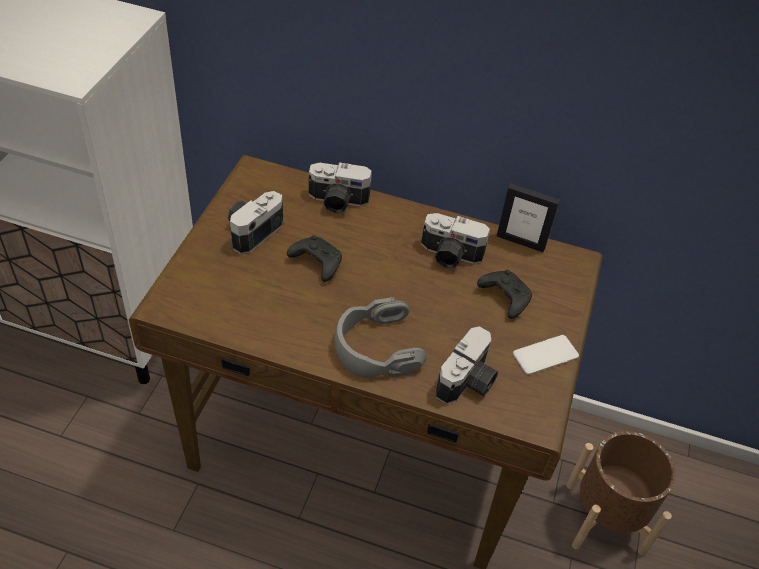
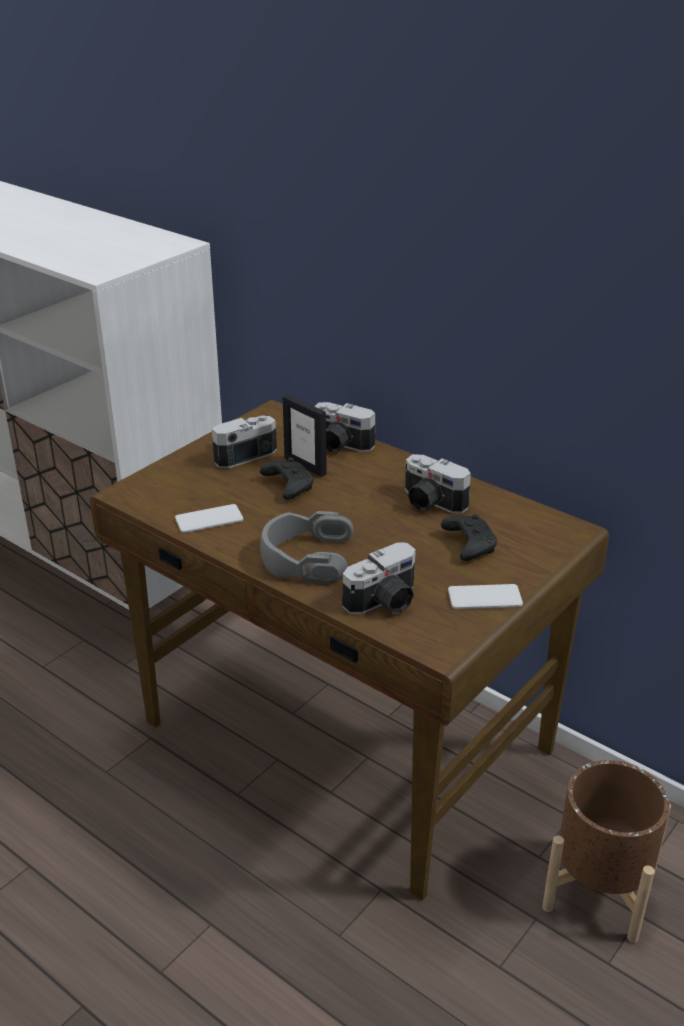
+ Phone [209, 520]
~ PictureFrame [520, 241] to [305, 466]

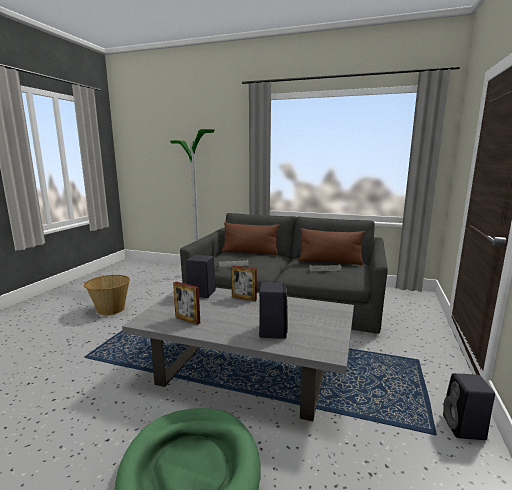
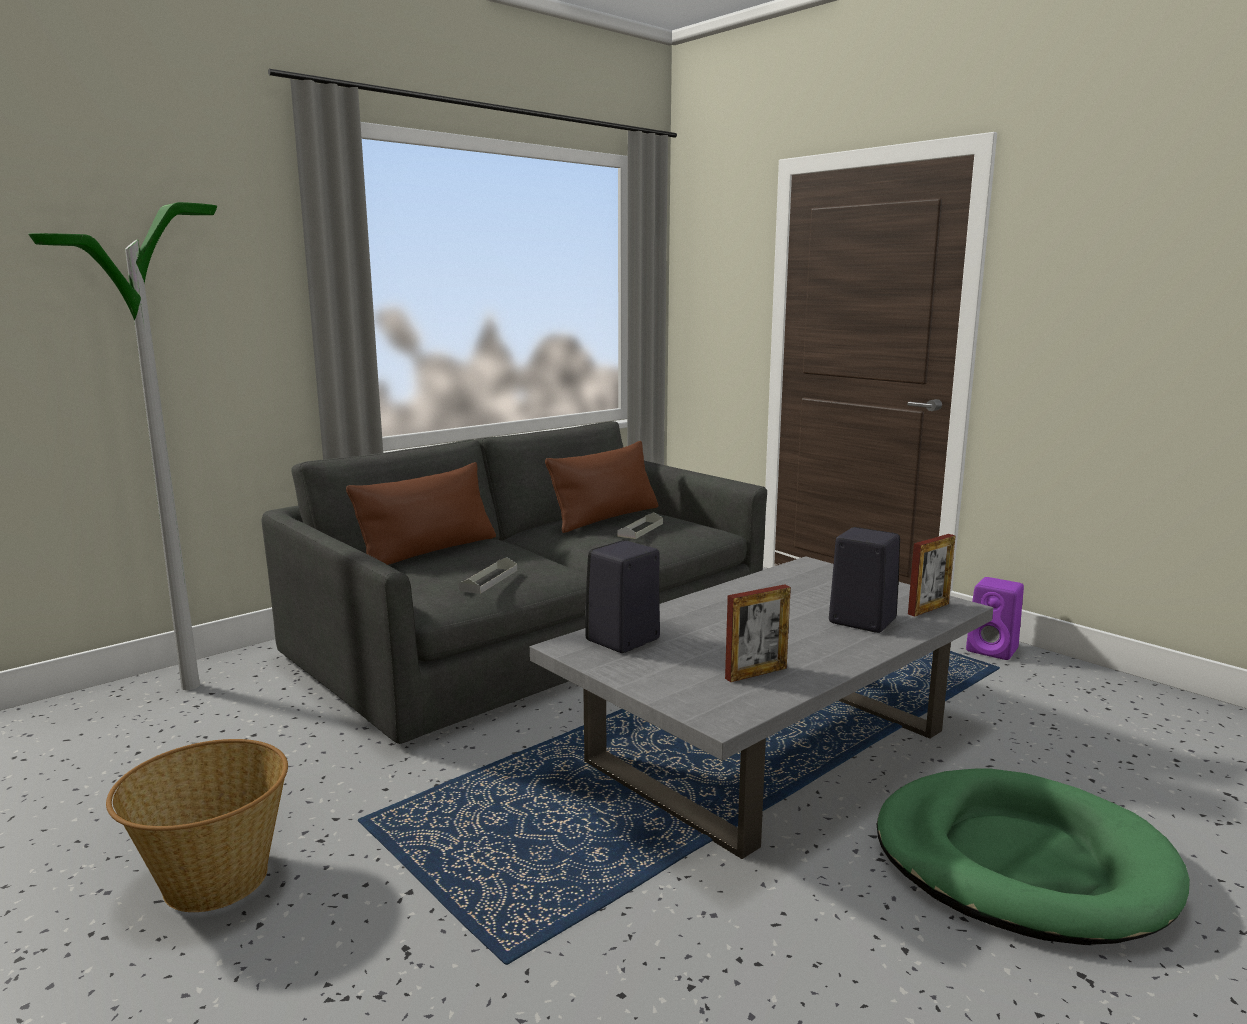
~ PictureFrame [244, 298] to [928, 609]
~ BlackSpeaker [464, 428] to PurpleSpeaker [993, 650]

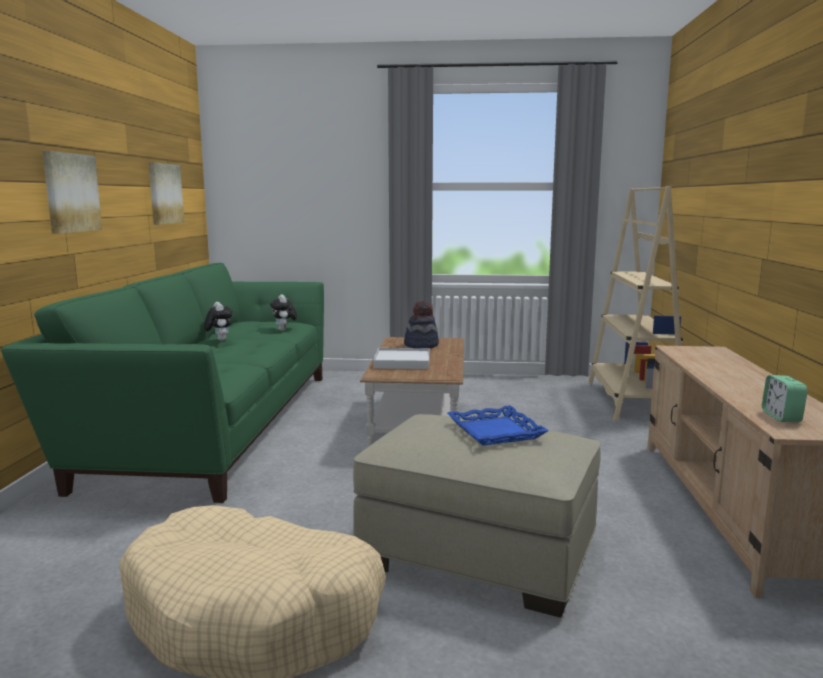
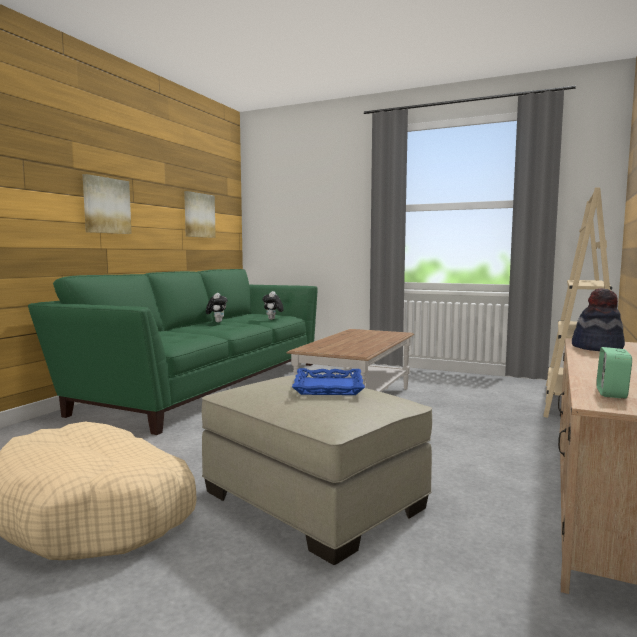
- WhiteTray [402, 362]
~ Hat [421, 345] to [597, 348]

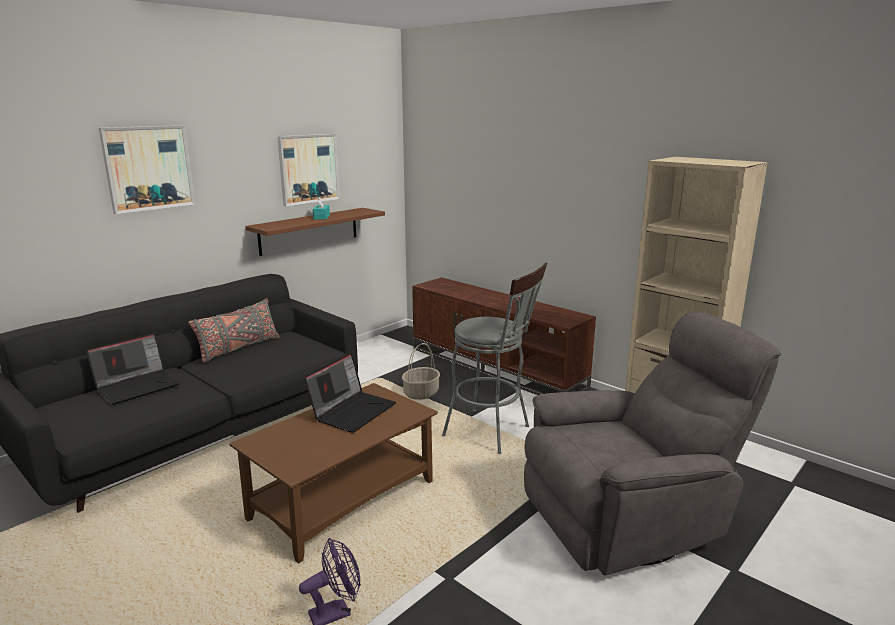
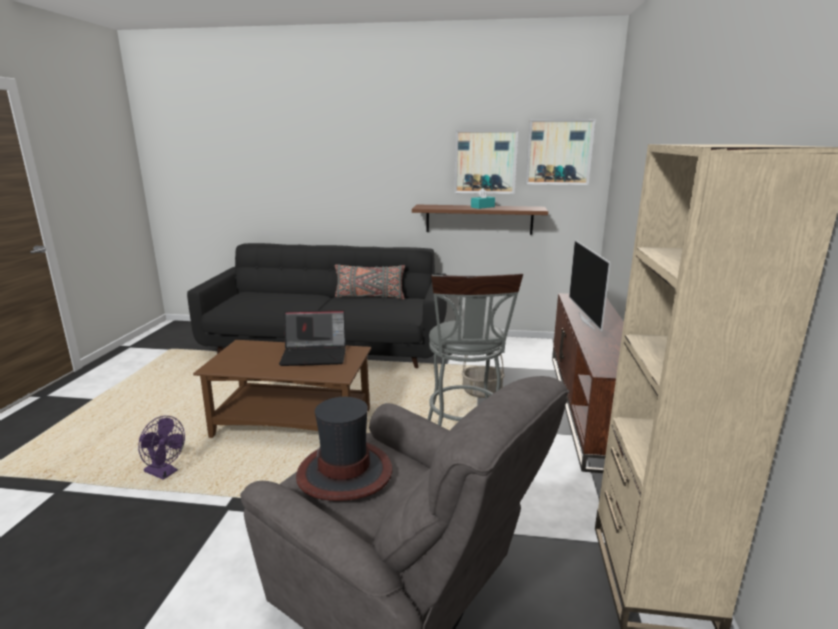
- Laptop [138, 386]
+ Hat [345, 472]
+ Television [587, 321]
~ Picture [148, 168] to [559, 152]

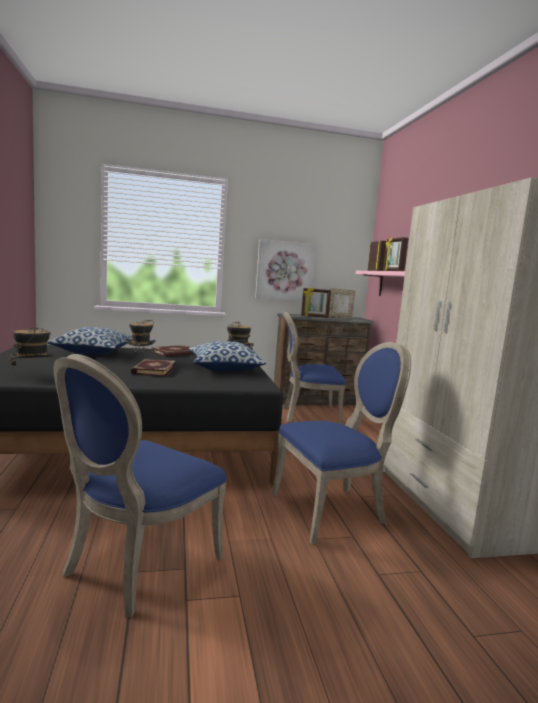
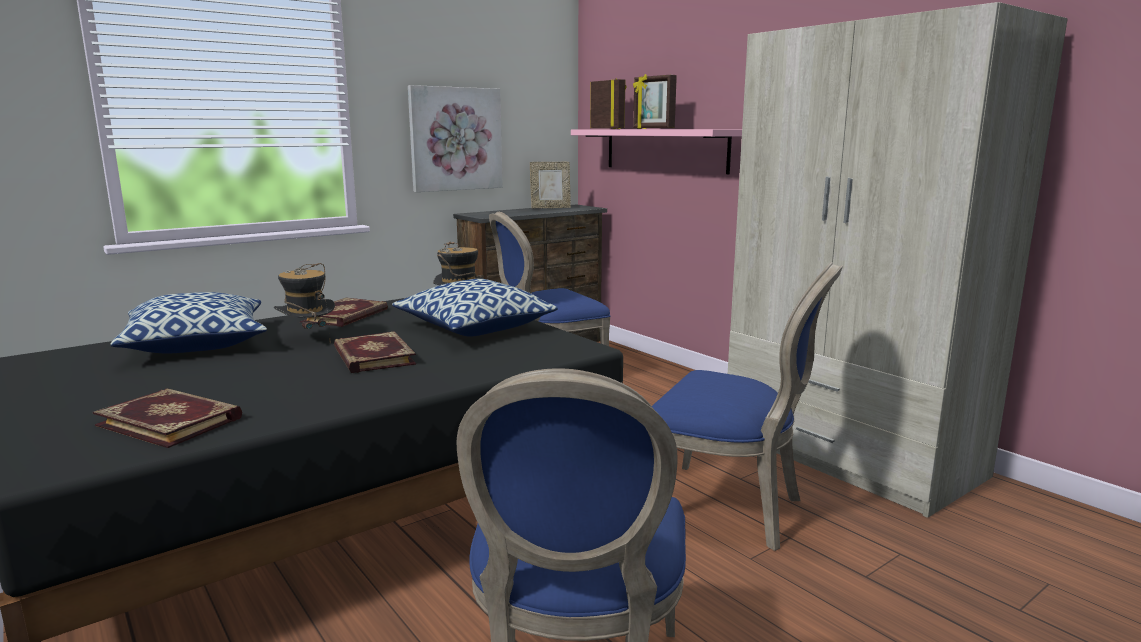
- PictureFrame [314, 316]
~ Hat [32, 375] to Book [171, 421]
~ BlueChair [333, 510] = [729, 509] 75 degrees clockwise

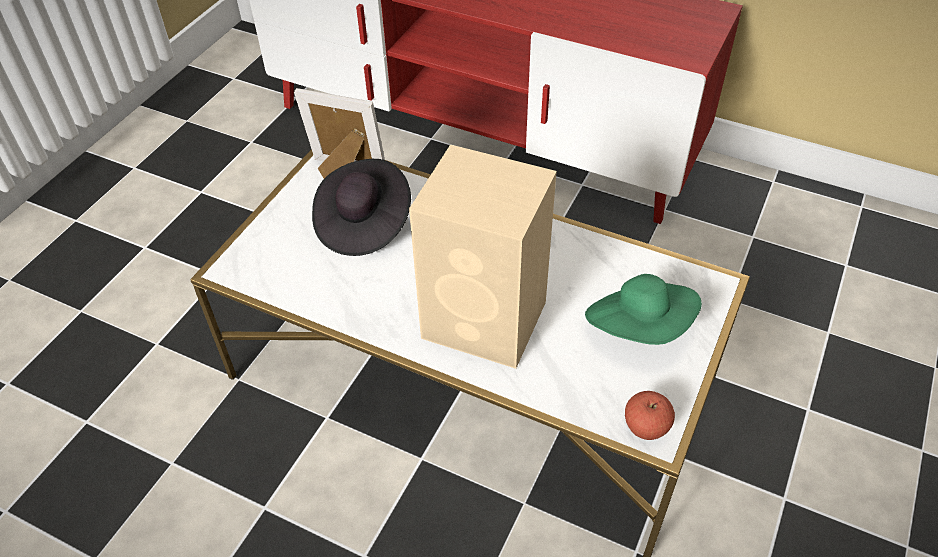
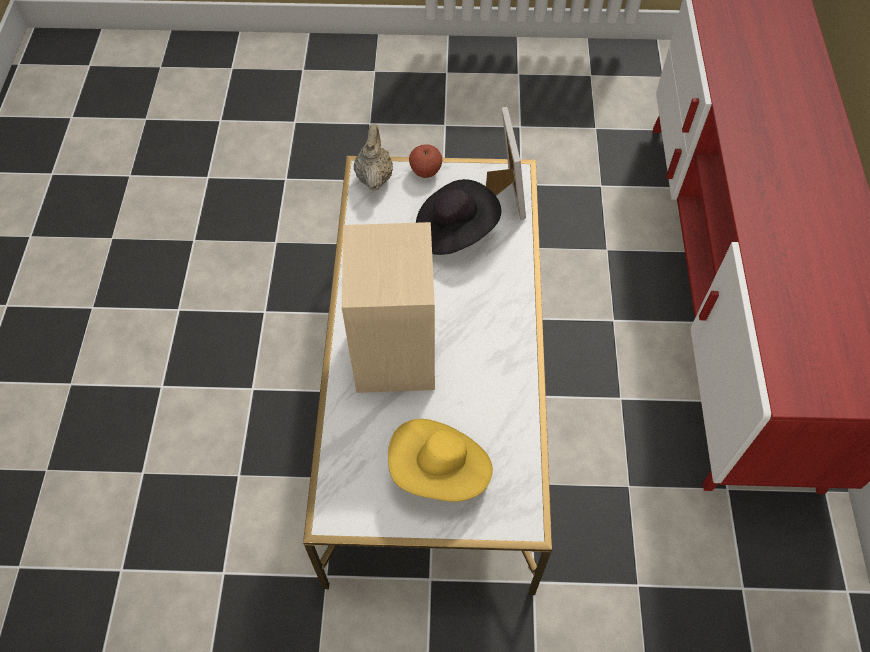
+ BeigeTeapot [374, 177]
~ Apple [645, 428] to [425, 171]
~ GreenHat [640, 328] to YellowHat [441, 471]

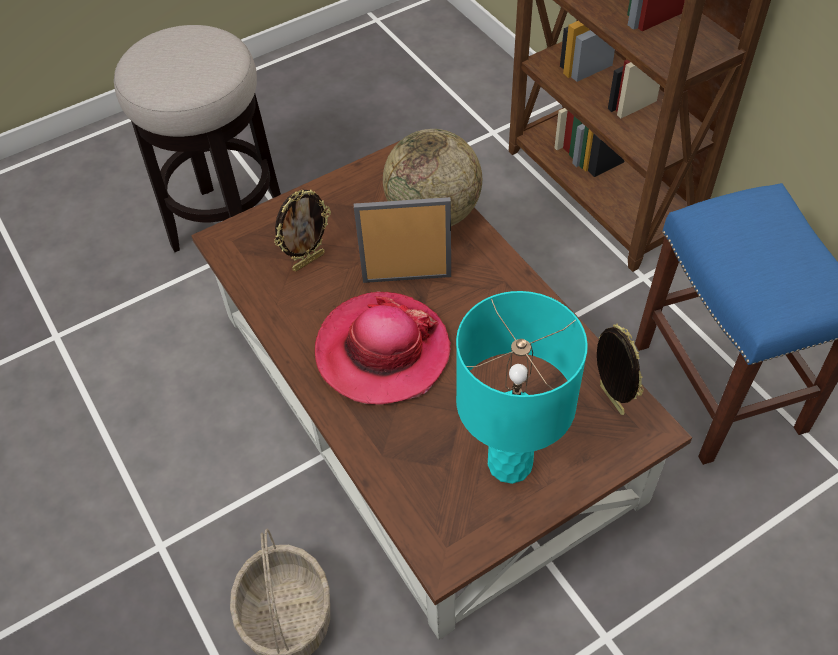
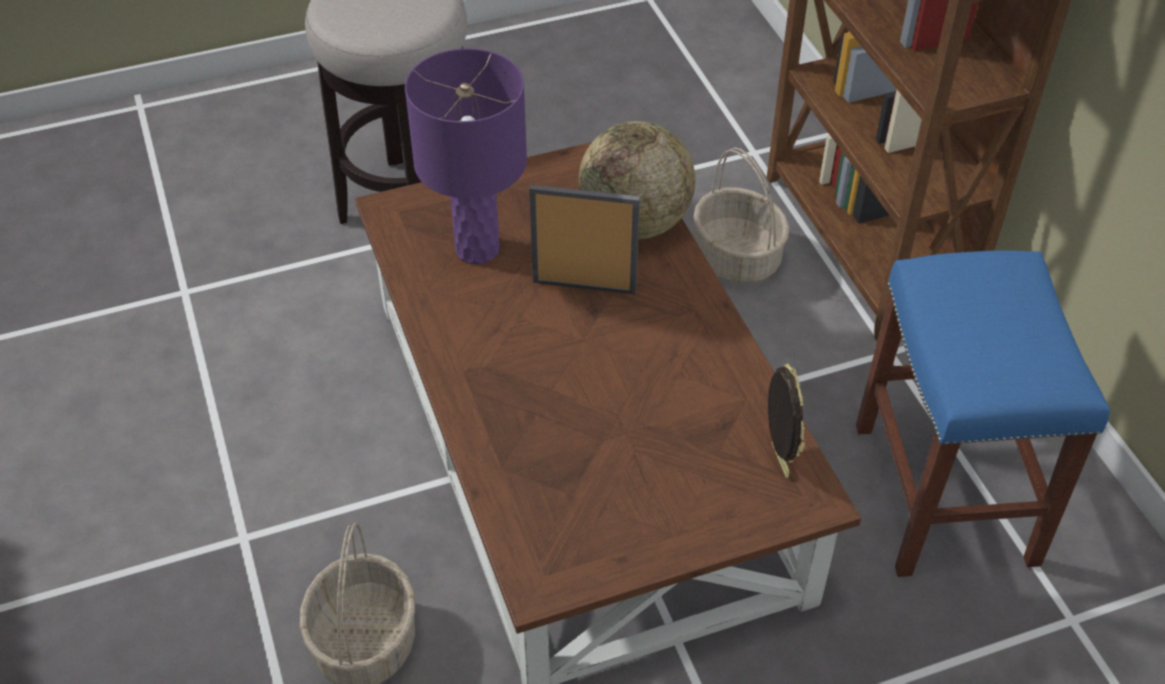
- Hat [382, 351]
- TurquoiseTableLamp [510, 464]
+ Basket [738, 258]
~ PictureFrame [308, 261] to PurpleTableLamp [477, 248]

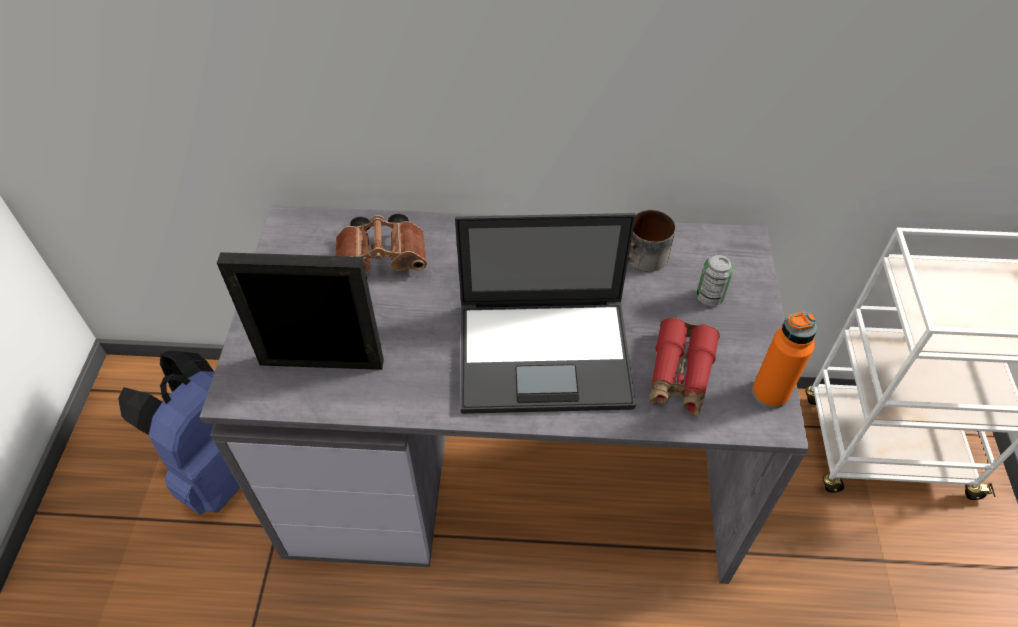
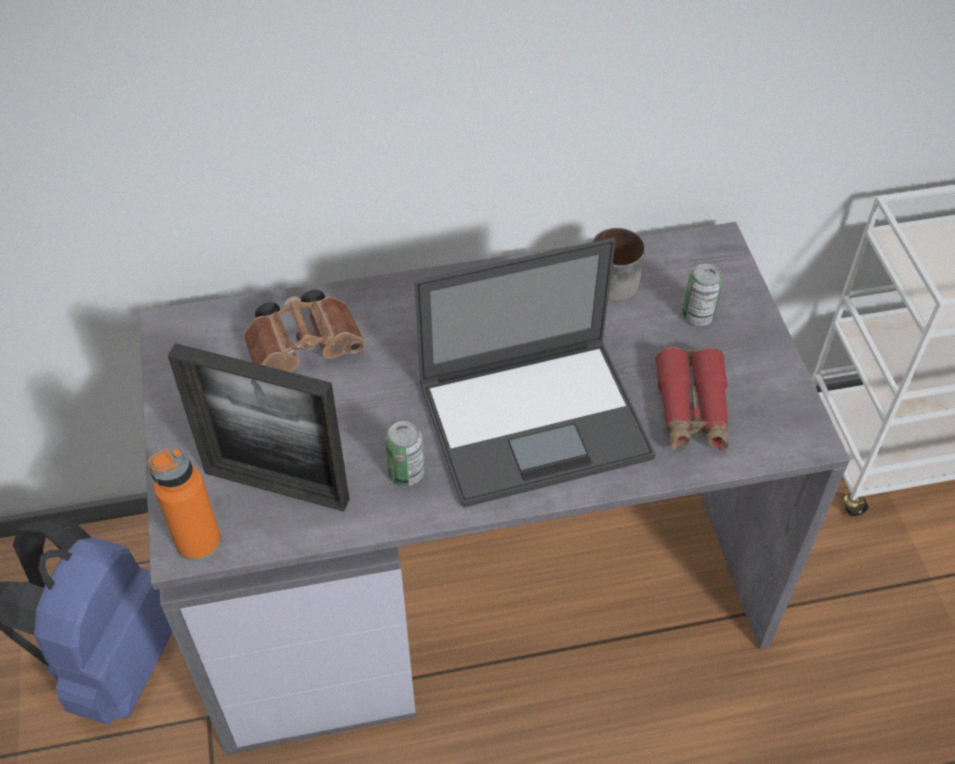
+ Can [406, 473]
~ OrangeBottle [770, 393] to [199, 542]
~ PictureFrame [322, 362] = [276, 486] 150 degrees counterclockwise

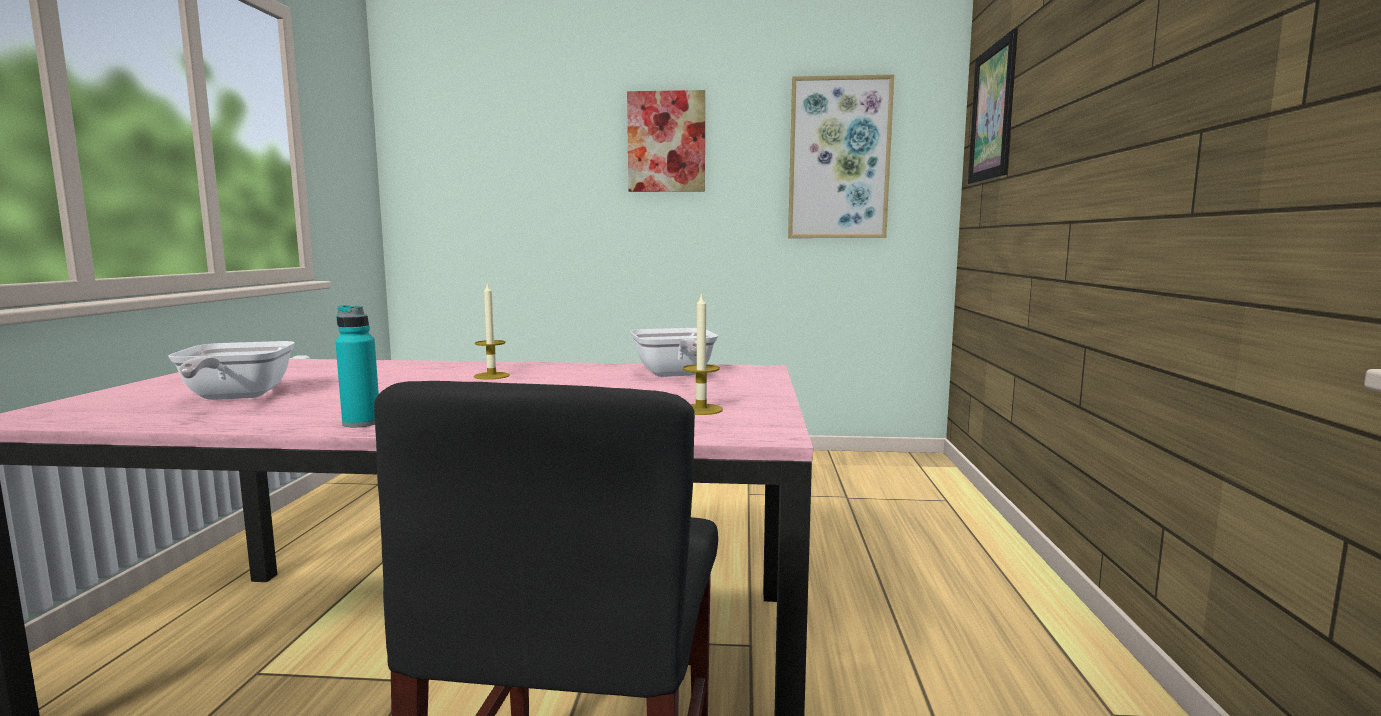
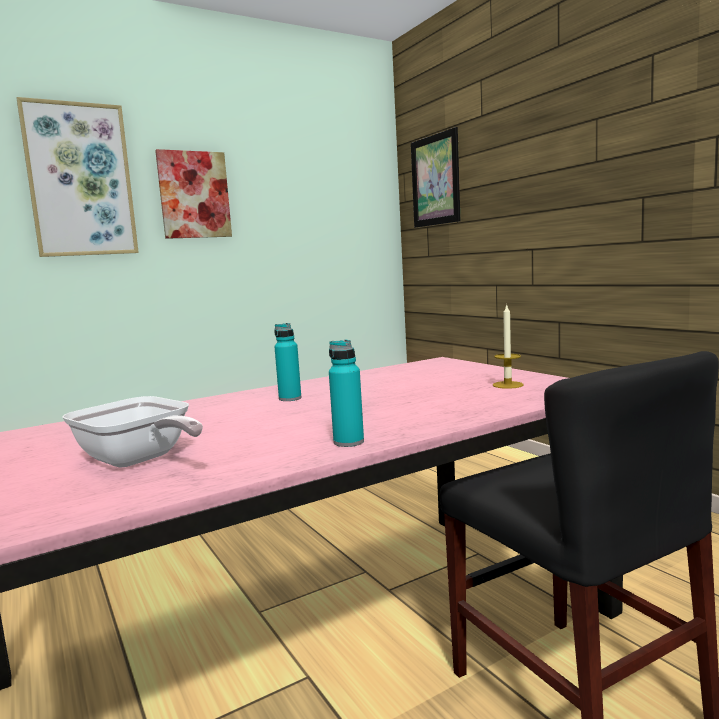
- FryingPan [674, 375]
~ Picture [839, 159] to [80, 180]
~ Candle [491, 376] to TurquoiseBottle [290, 398]

